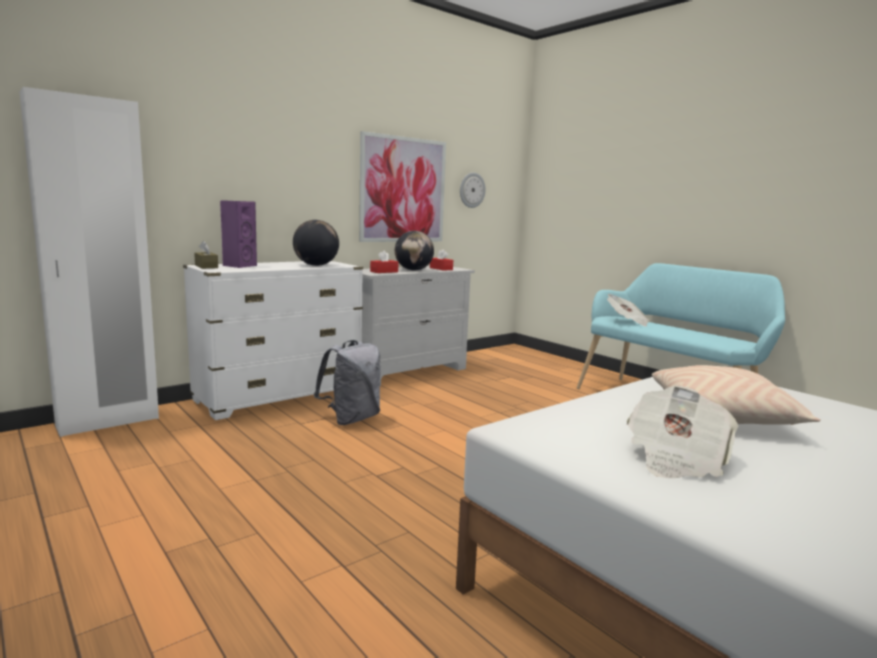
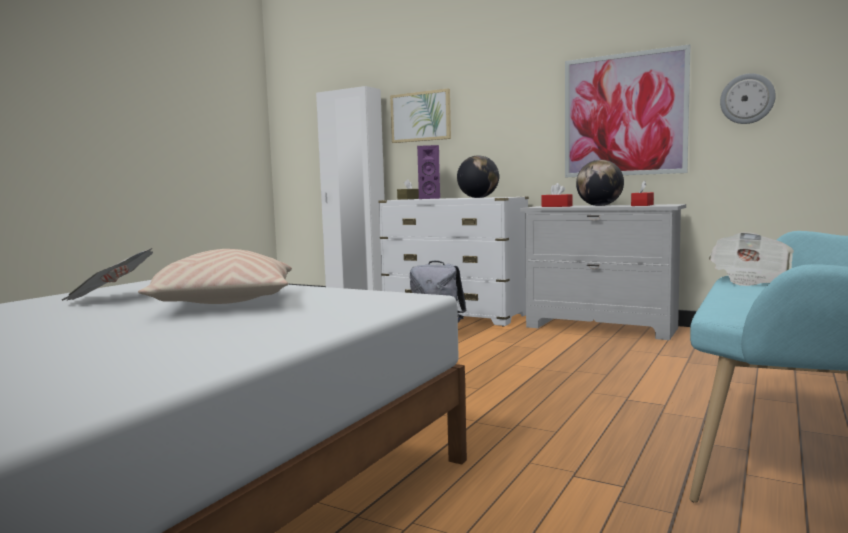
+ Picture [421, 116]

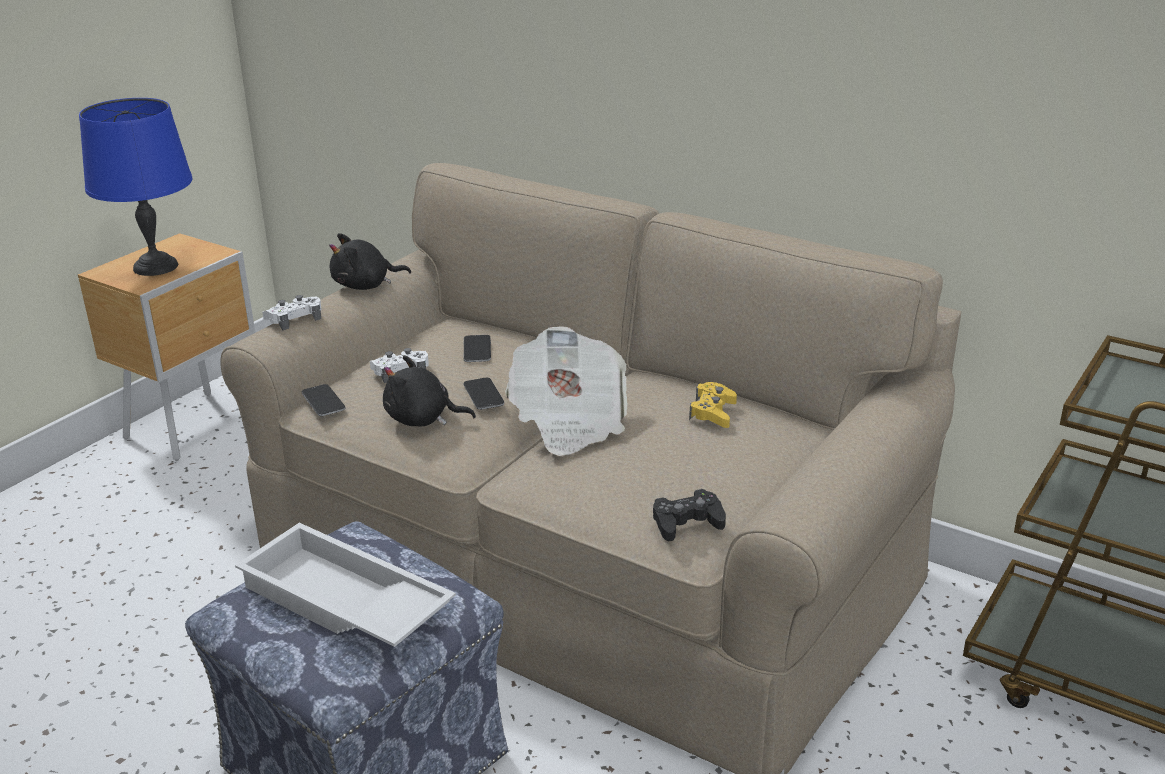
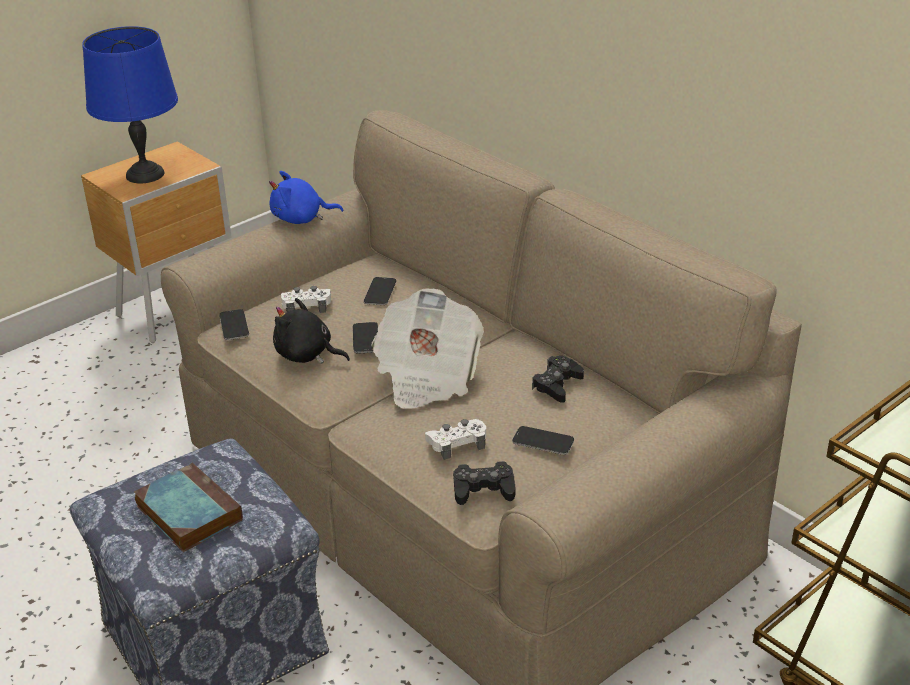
+ Phone [543, 441]
~ WhiteGameController [294, 319] to [457, 443]
~ WhiteTray [342, 603] to Book [187, 512]
~ BlackPlushToy [365, 285] to BluePlushToy [301, 219]
~ YellowGameController [712, 412] to BlackGameController [557, 385]

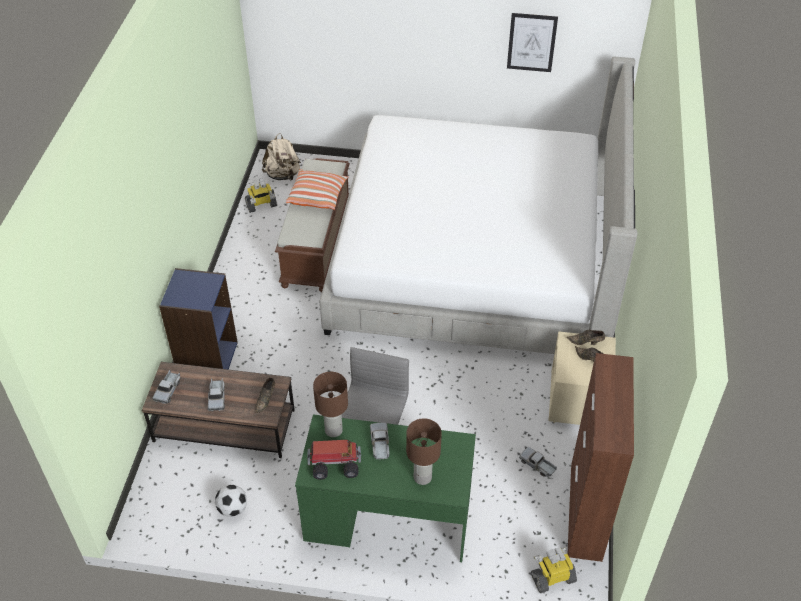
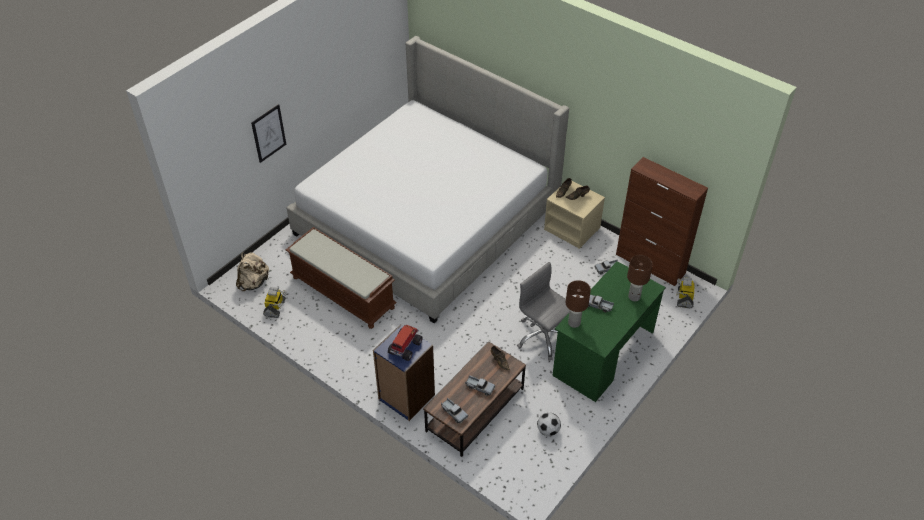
- Pillow [317, 196]
~ ToyTruck [334, 465] to [404, 348]
~ Picture [531, 42] to [268, 133]

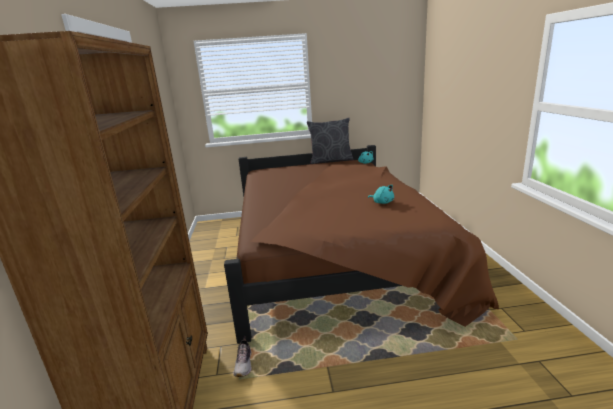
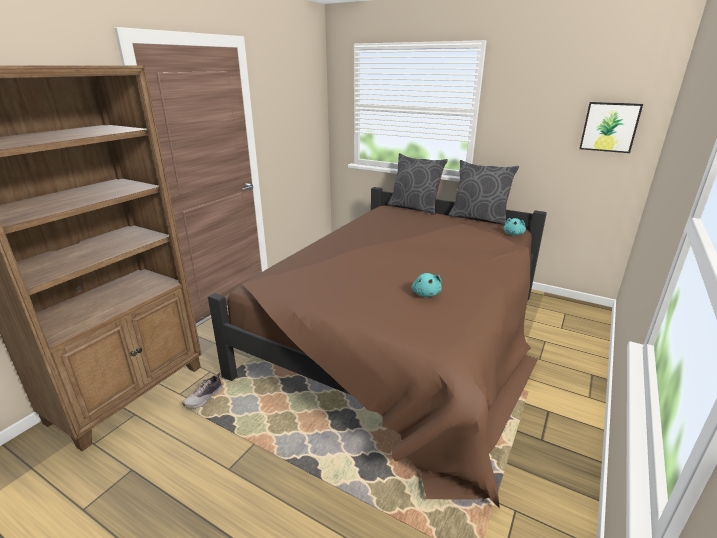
+ GreyPillow [414, 208]
+ Picture [609, 127]

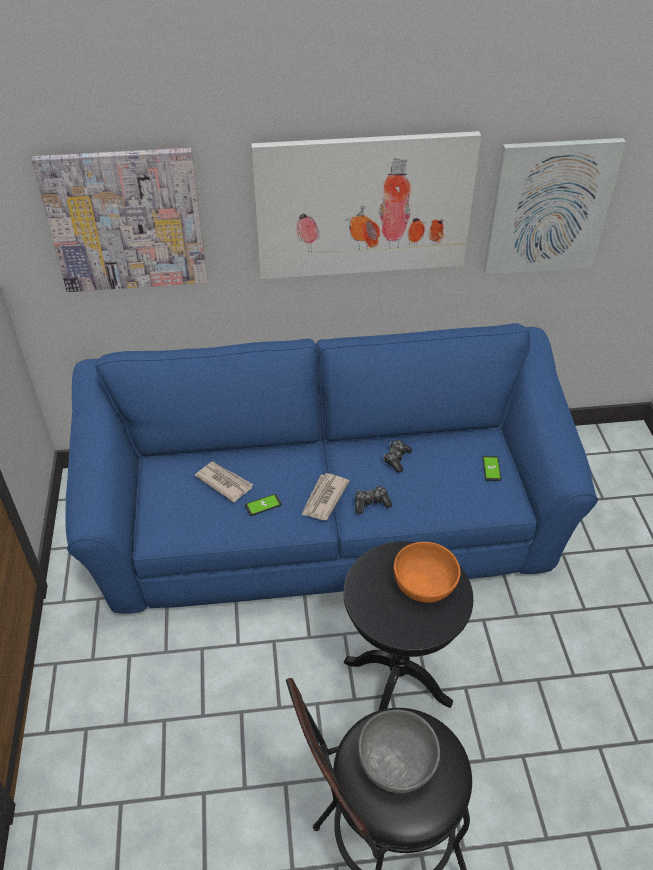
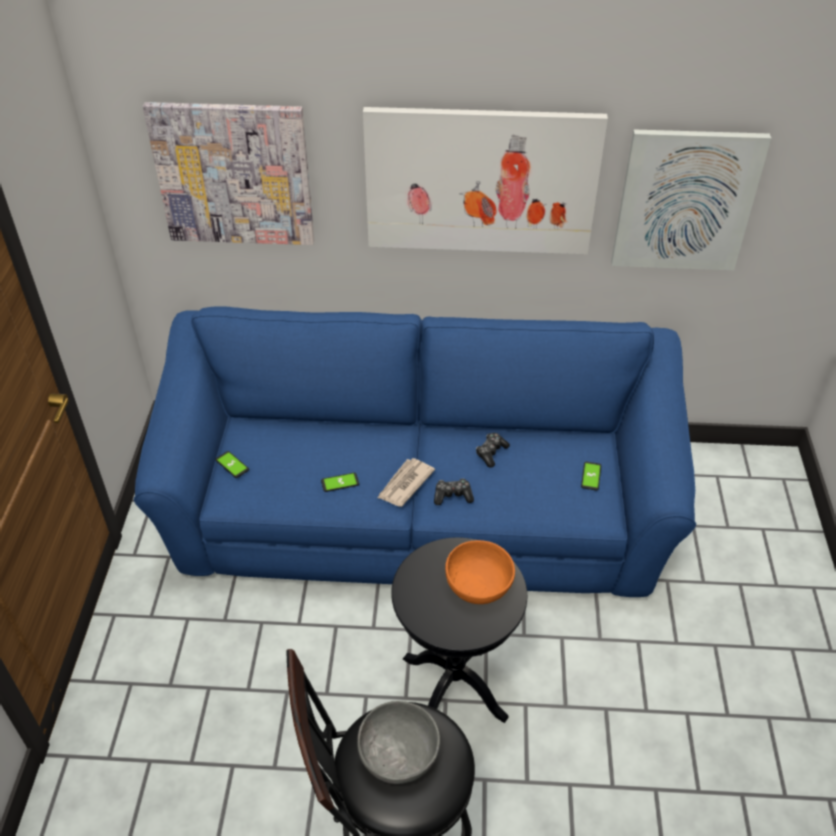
- Newspaper [224, 482]
+ Phone [232, 465]

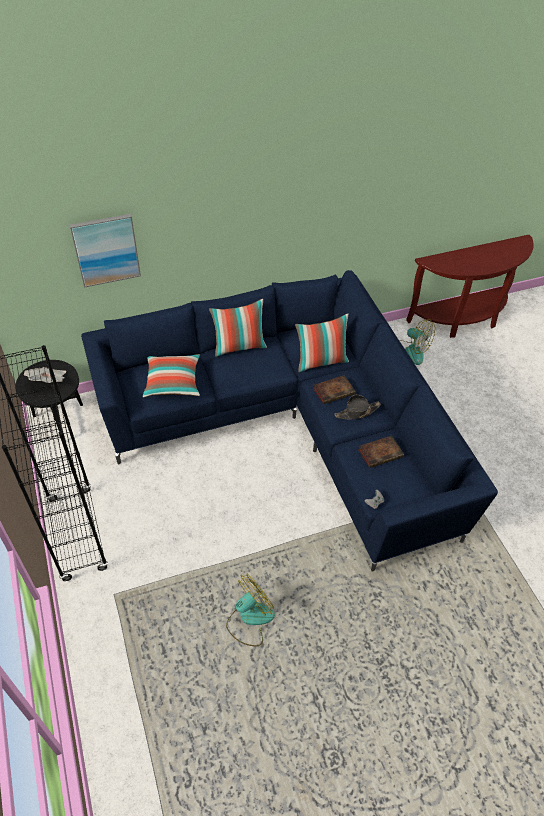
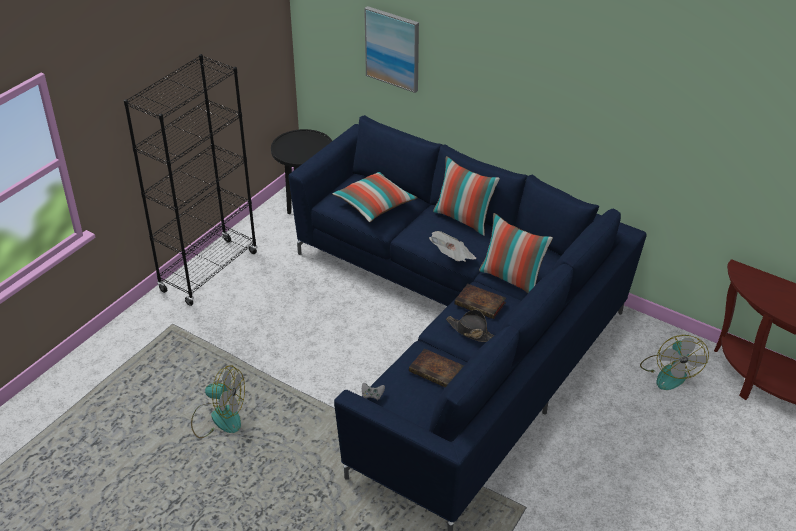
~ Newspaper [49, 381] to [452, 256]

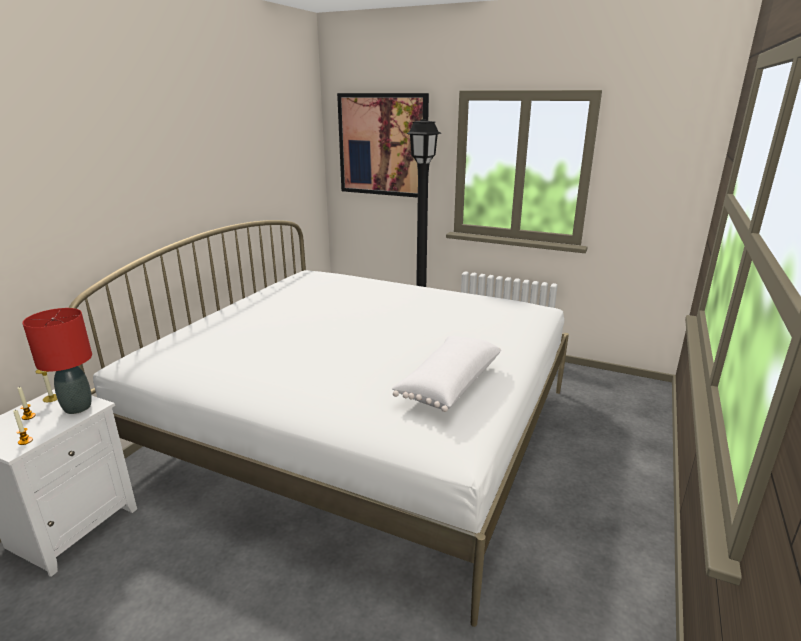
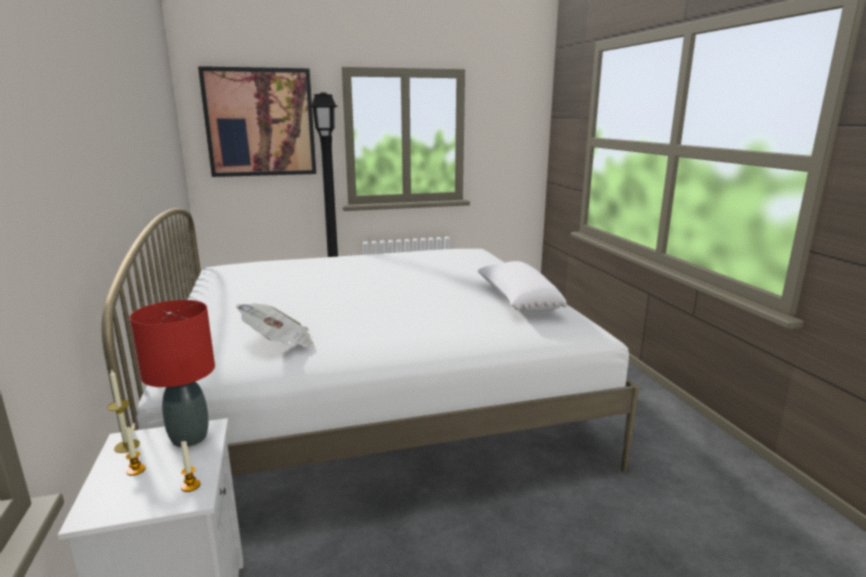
+ Newspaper [279, 343]

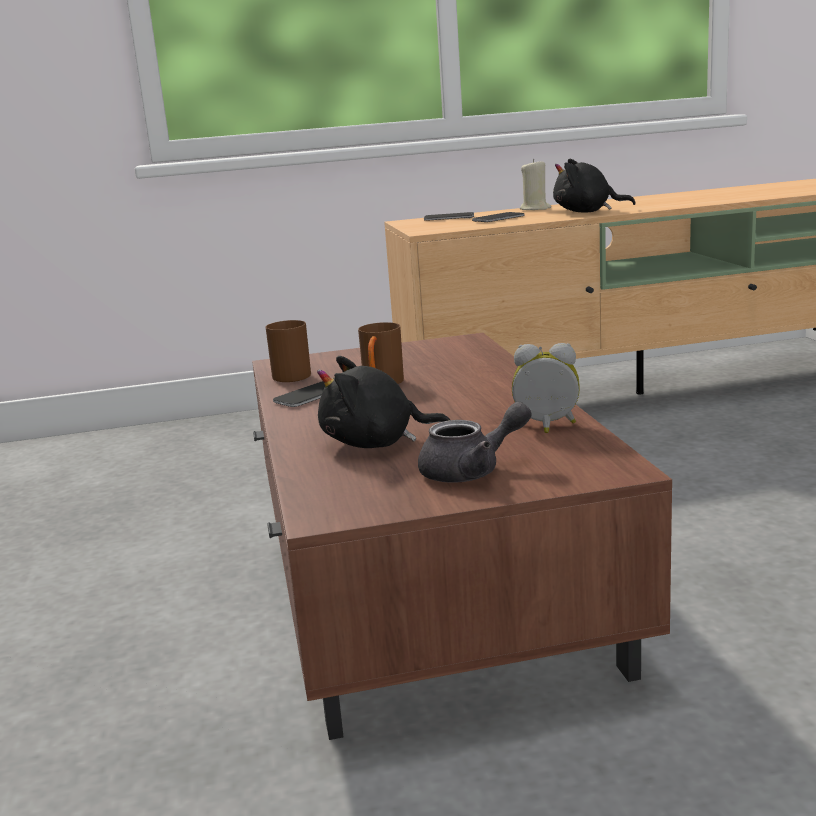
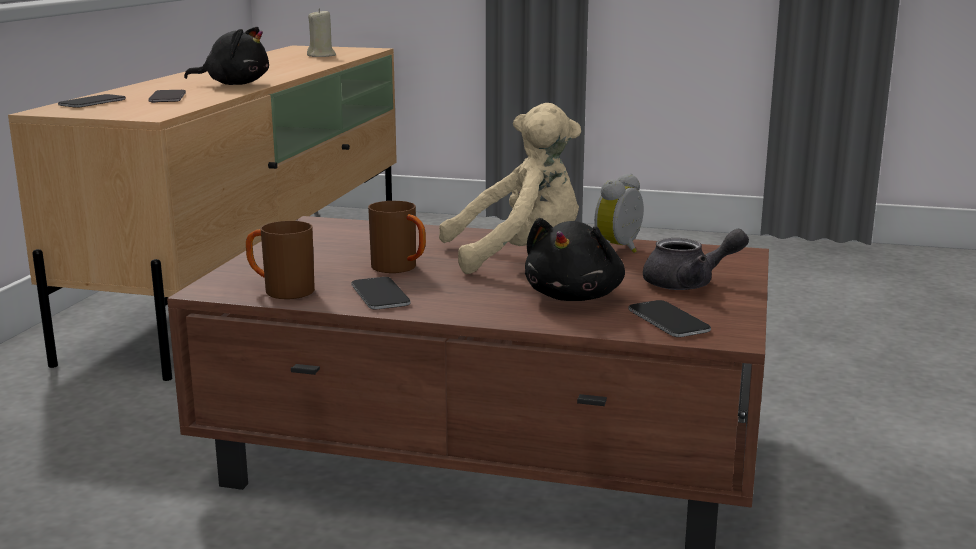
+ BeigePlushToy [518, 254]
+ Phone [668, 321]
~ BeigeCandle [535, 209] to [321, 56]
~ GreyTeapot [471, 471] = [689, 283] 75 degrees clockwise
~ BlackPlushToy [587, 212] = [234, 84] 120 degrees counterclockwise

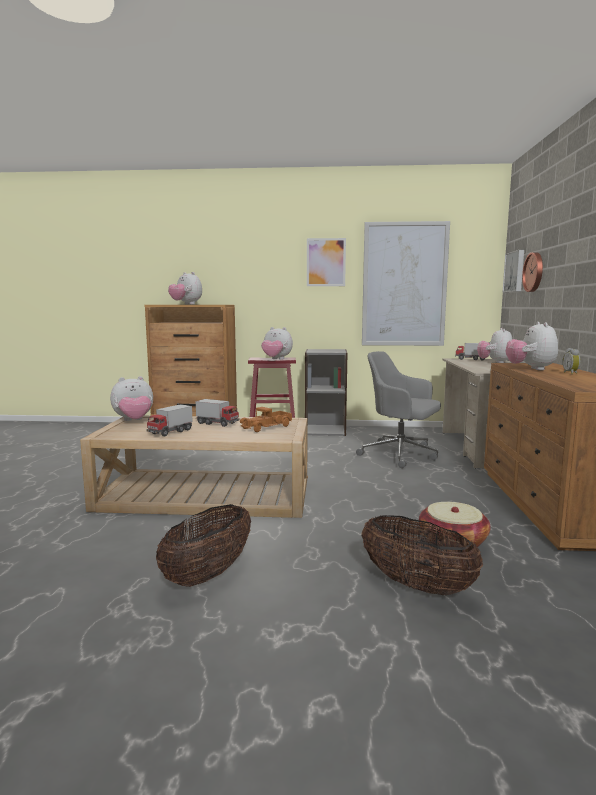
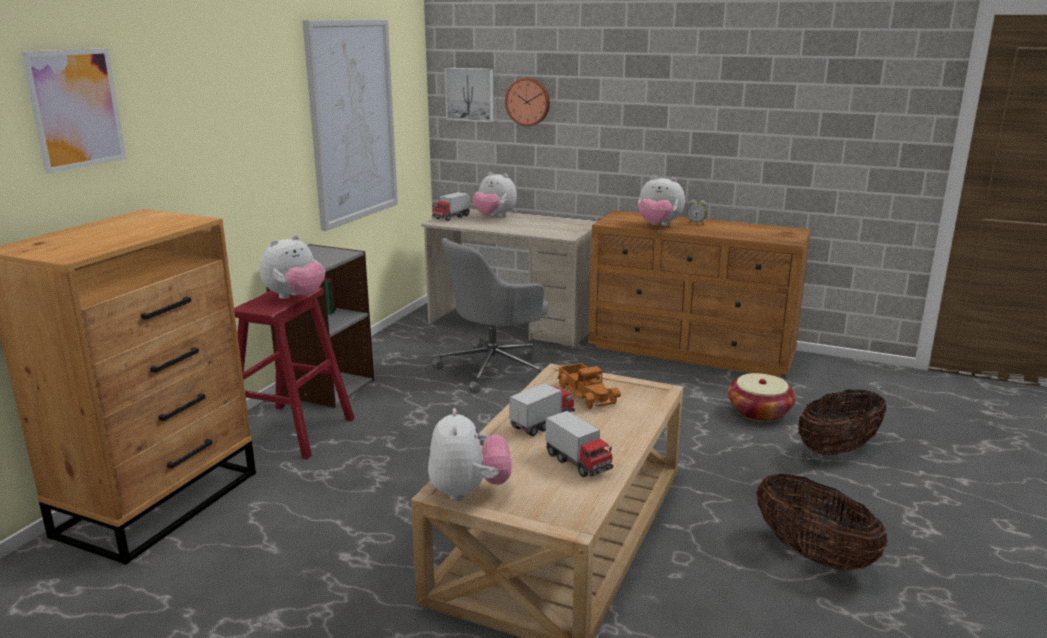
- PlushToy [186, 304]
~ Picture [326, 262] to [76, 109]

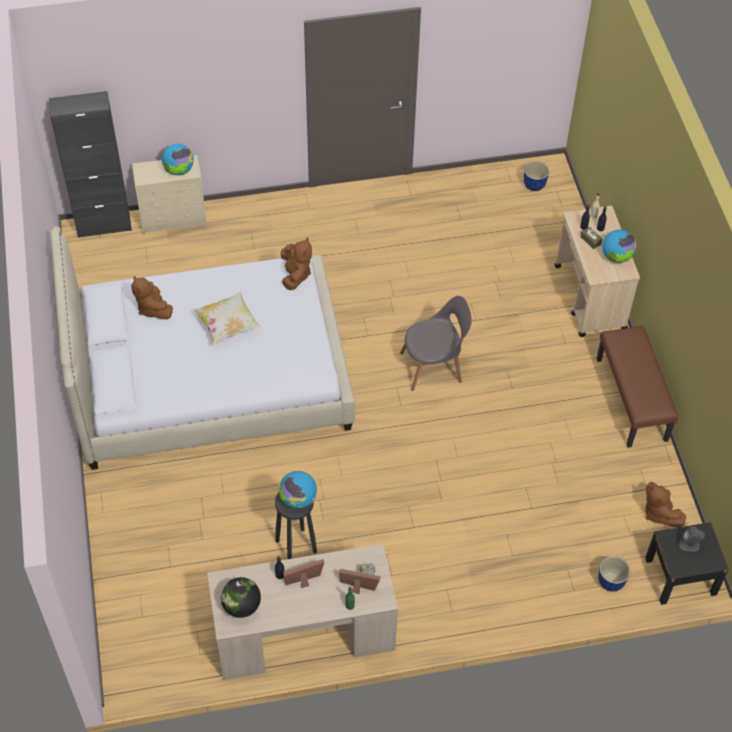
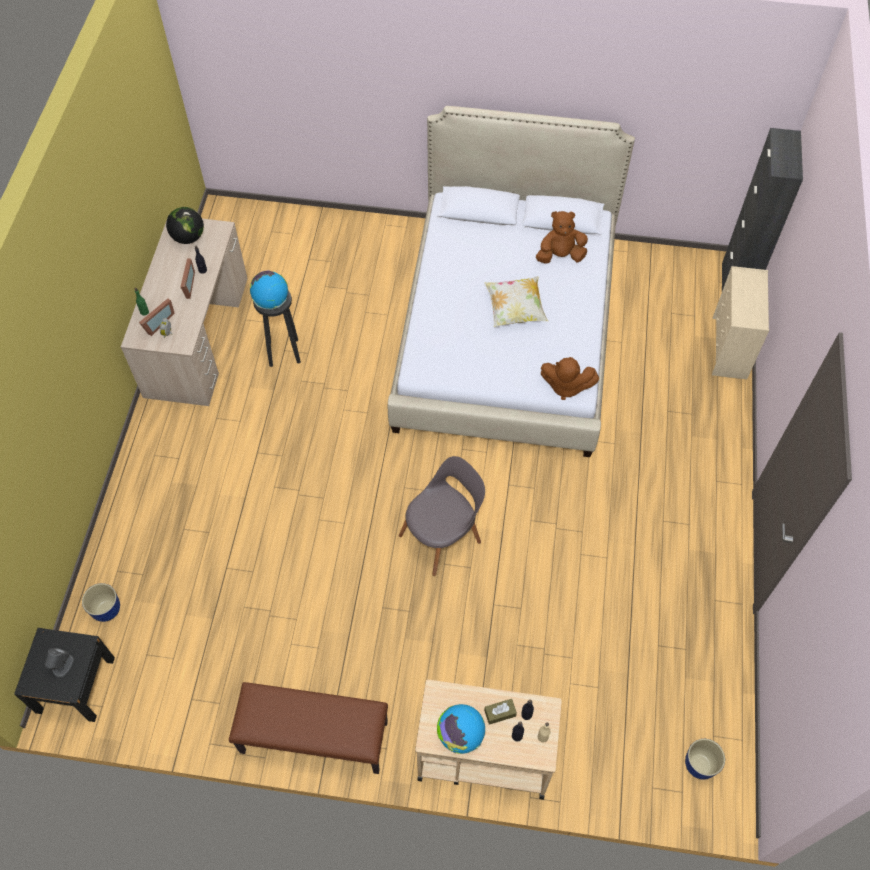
- Globe [179, 170]
- BrownPlushToy [658, 513]
~ GreyChair [434, 366] = [442, 536] 135 degrees counterclockwise

